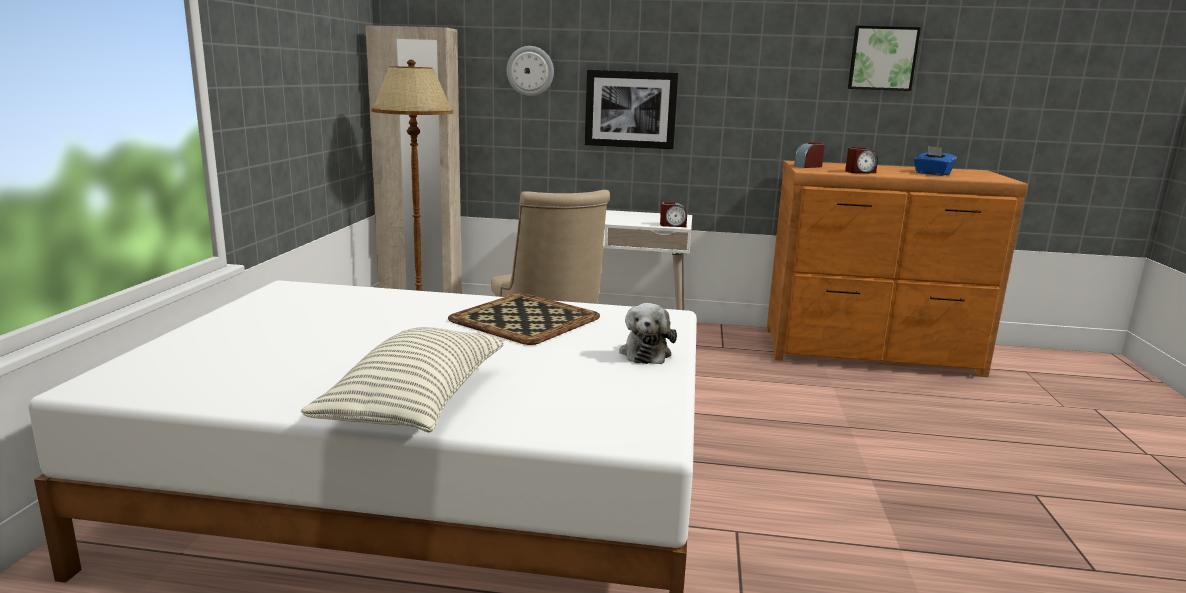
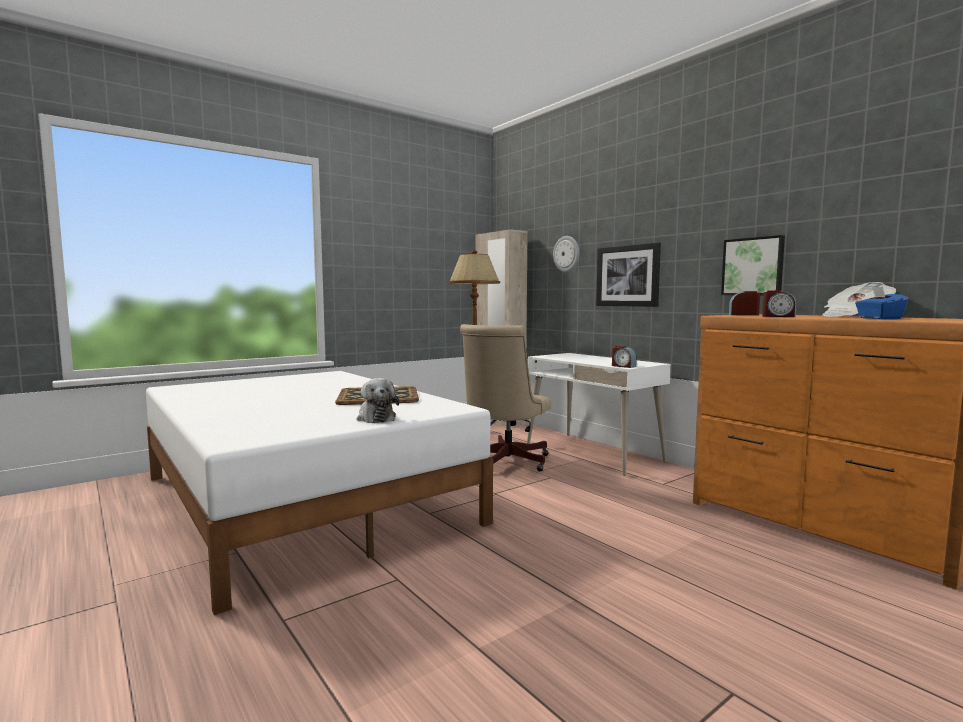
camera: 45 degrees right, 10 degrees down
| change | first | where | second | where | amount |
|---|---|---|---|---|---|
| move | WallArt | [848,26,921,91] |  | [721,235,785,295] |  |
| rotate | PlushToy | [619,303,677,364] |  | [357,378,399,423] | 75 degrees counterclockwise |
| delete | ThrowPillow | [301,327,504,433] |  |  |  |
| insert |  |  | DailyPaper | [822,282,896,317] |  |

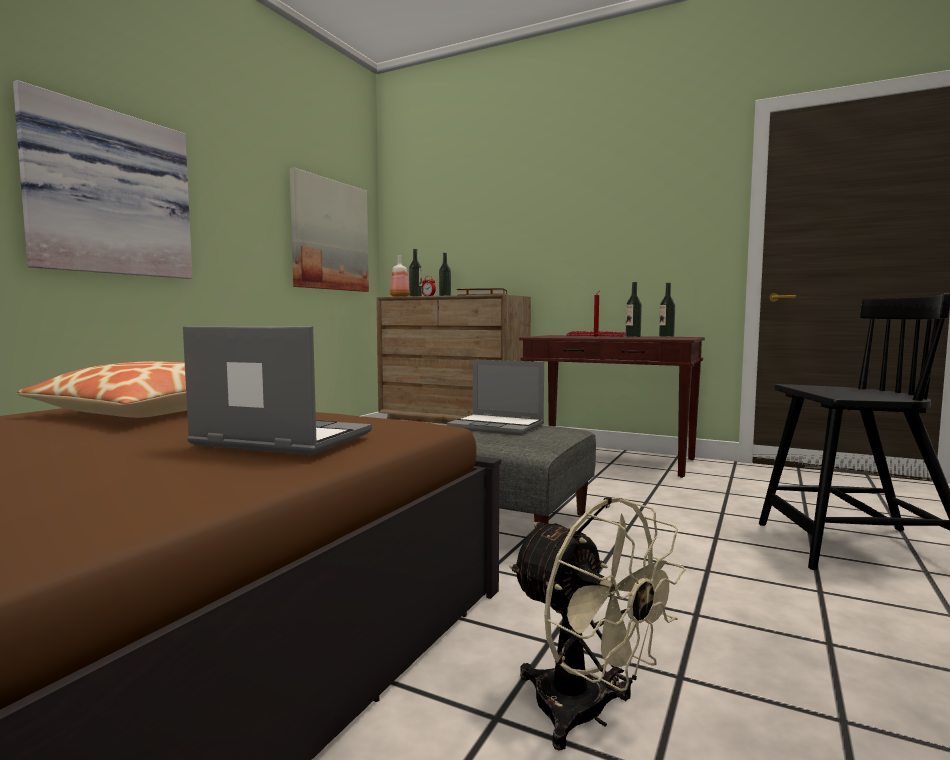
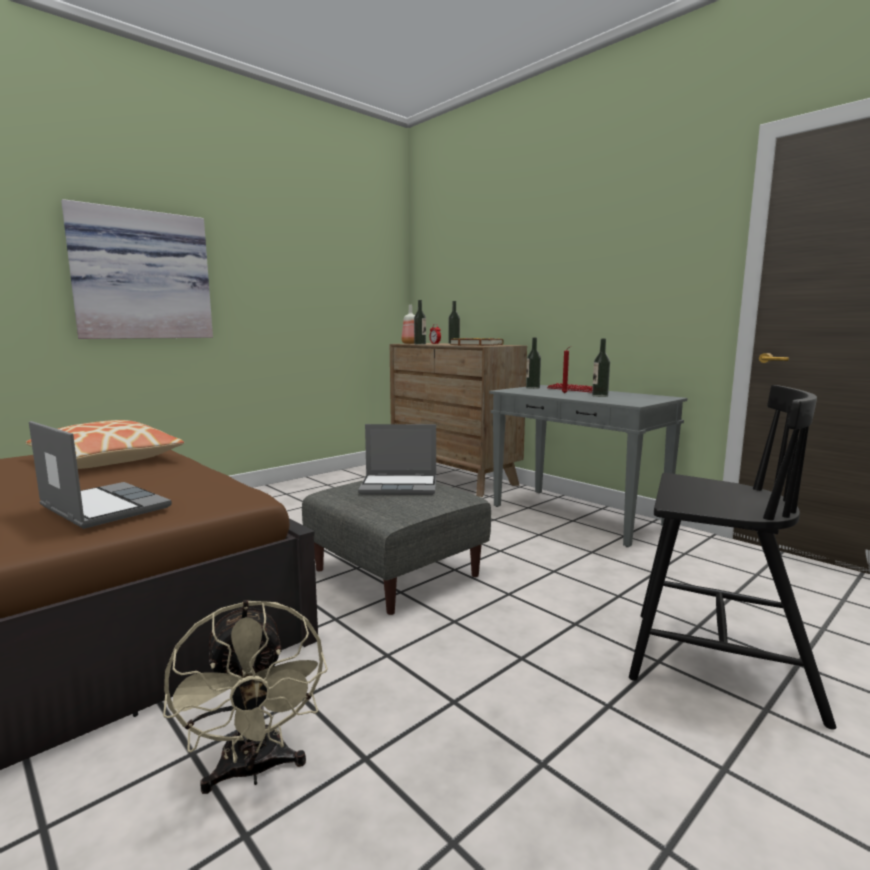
camera: 20 degrees right, 5 degrees up
| change | first | where | second | where | amount |
|---|---|---|---|---|---|
| delete | WallArt | [289,167,369,292] |  |  |  |
| move | DrinkBottle | [659,283,675,337] |  | [526,337,541,389] |  |
| recolor | BrownNarrowTable | [519,335,705,478] | GreyishNarrowTable | [489,385,687,547] |  |
| rotate | Laptop | [447,359,544,435] |  | [358,424,436,495] | 45 degrees counterclockwise |

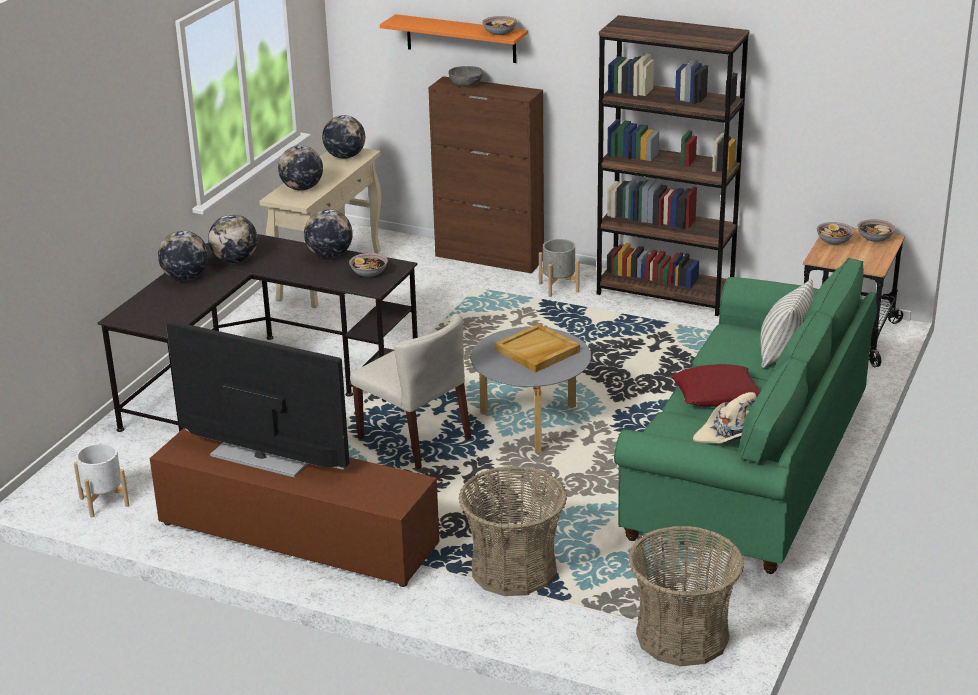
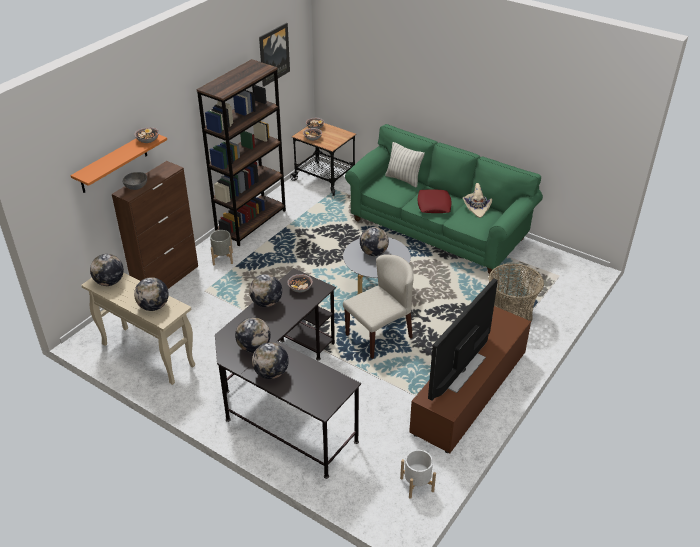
camera: 80 degrees left, 10 degrees up
| change | first | where | second | where | amount |
|---|---|---|---|---|---|
| replace | SandColouredCarryingTray | [495,324,580,373] | WorldGlobe | [360,227,389,256] |  |
| delete | Basket | [628,526,744,666] |  |  |  |
| insert |  |  | WallArt | [259,23,290,87] |  |

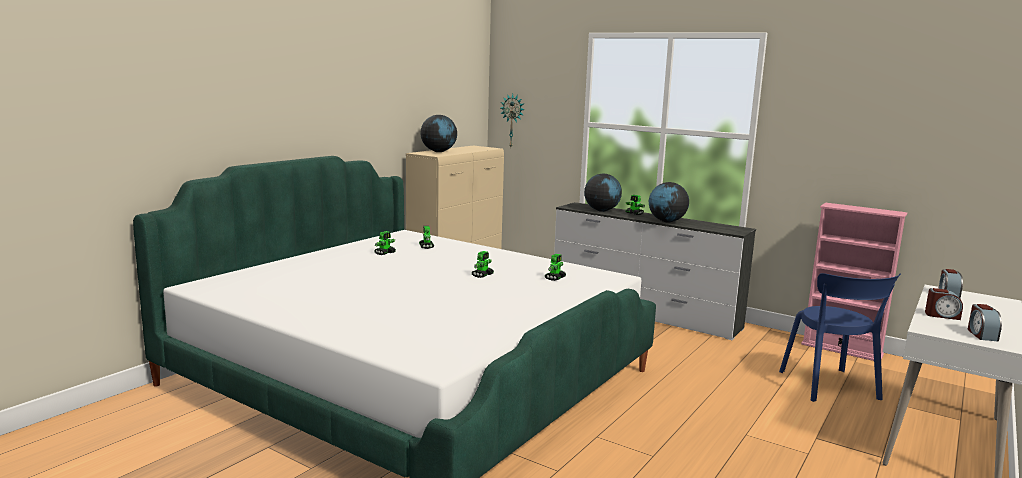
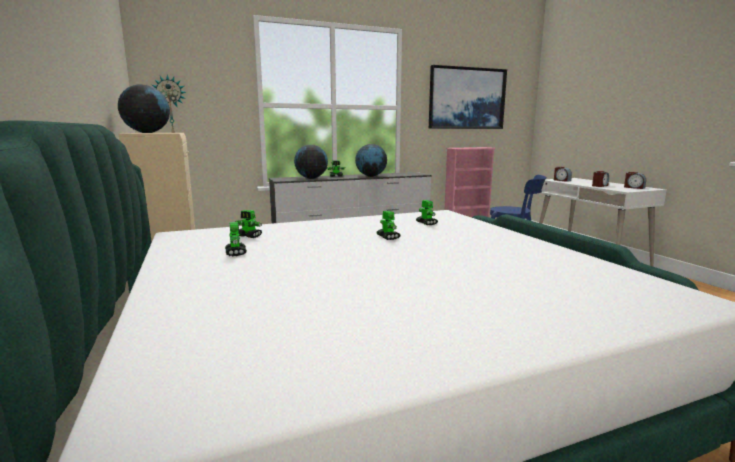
camera: 55 degrees left, 0 degrees up
| change | first | where | second | where | amount |
|---|---|---|---|---|---|
| insert |  |  | WallArt | [429,65,507,129] |  |

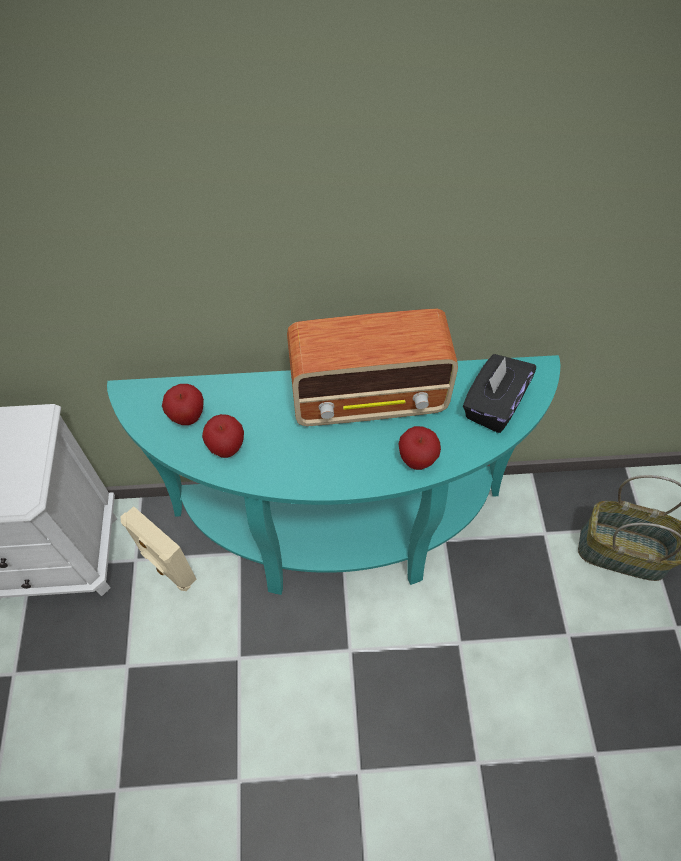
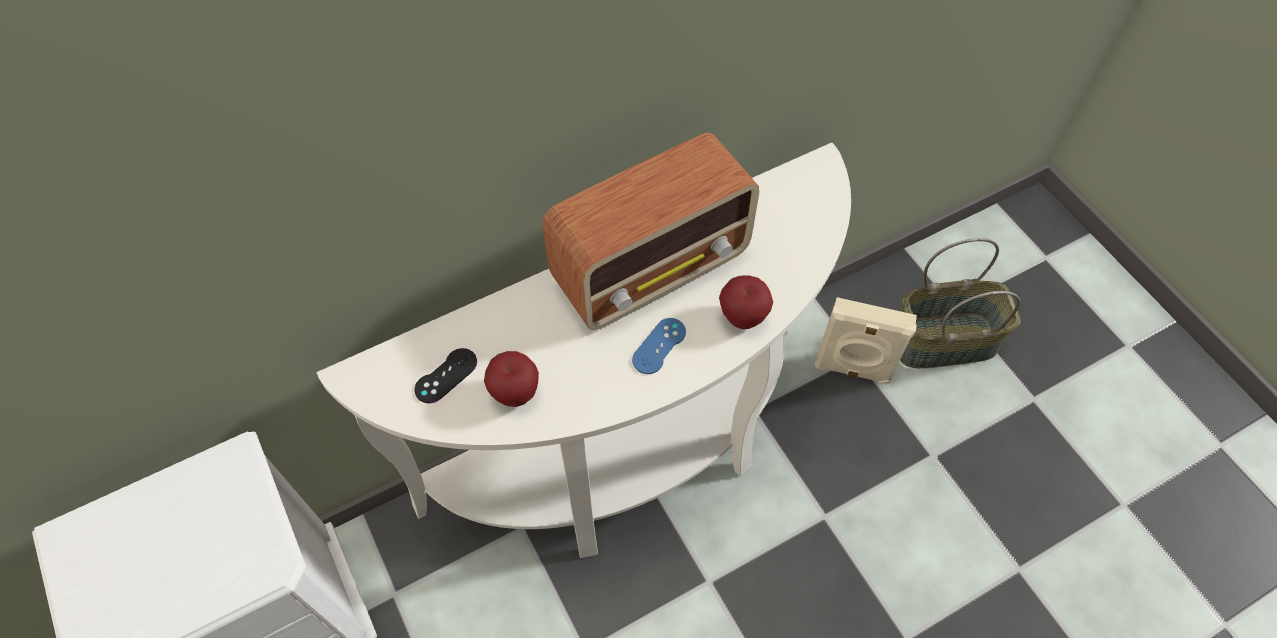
camera: 25 degrees left, 0 degrees up
| change | first | where | second | where | amount |
|---|---|---|---|---|---|
| delete | BlackColouredBoxOfTissues | [463,354,536,433] |  |  |  |
| recolor | BlueGreenNarrowTable | [107,355,560,595] | WhitishNarrowTable | [316,142,851,558] |  |
| replace | AppleFruit | [162,384,204,425] | BlackColouredGameController | [414,348,477,403] |  |
| move | SandColouredLoudspeaker | [120,506,197,591] |  | [815,297,917,384] |  |
| insert |  |  | BlueGameController | [632,318,686,374] |  |

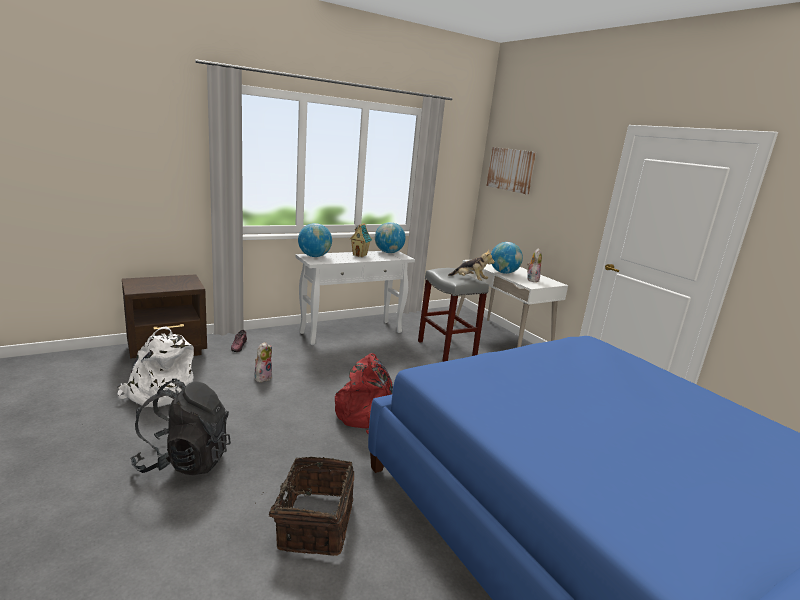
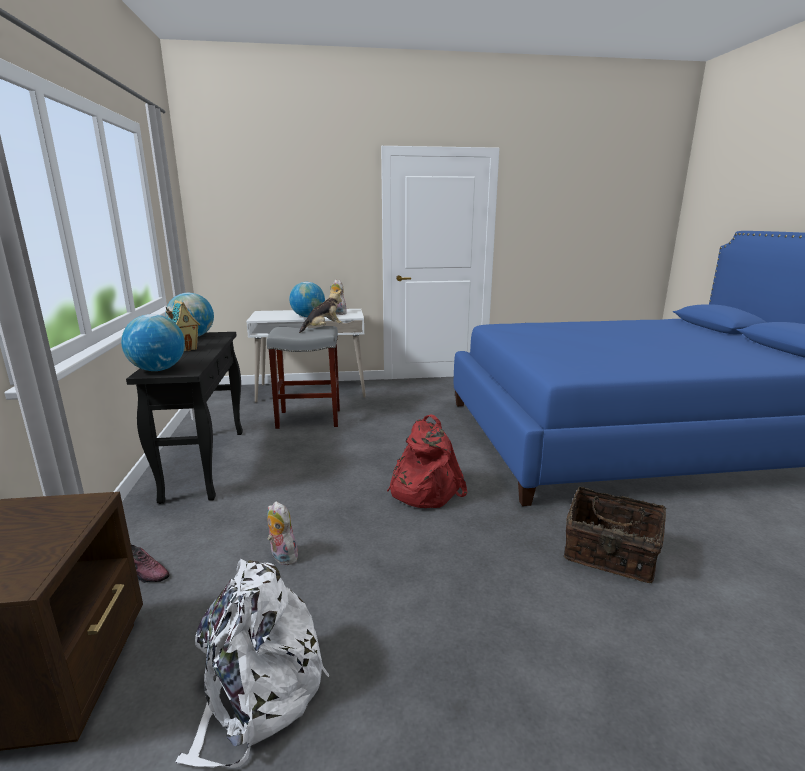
camera: 65 degrees left, 0 degrees up
| change | first | where | second | where | amount |
|---|---|---|---|---|---|
| delete | WallArt | [486,147,536,195] |  |  |  |
| recolor | WhitishNarrowTable | [295,251,415,345] | BlackColouredNarrowTable | [126,332,243,504] |  |
| delete | BlackColouredRucksack | [130,378,231,475] |  |  |  |

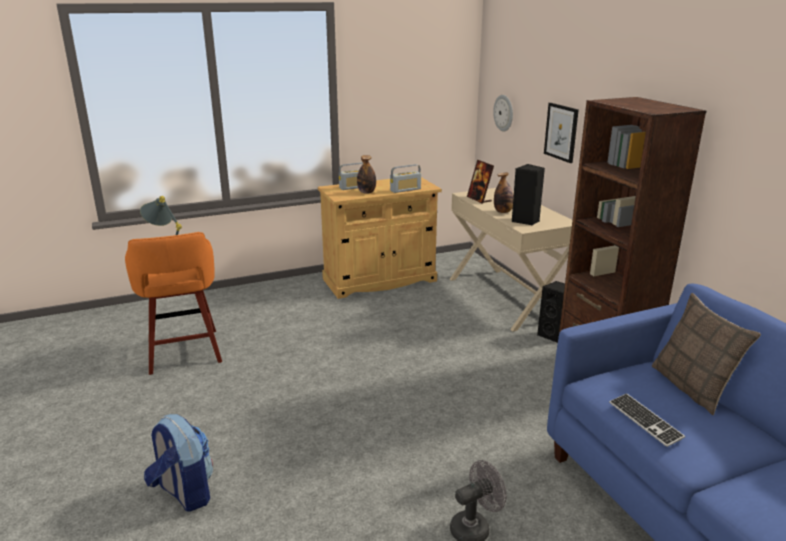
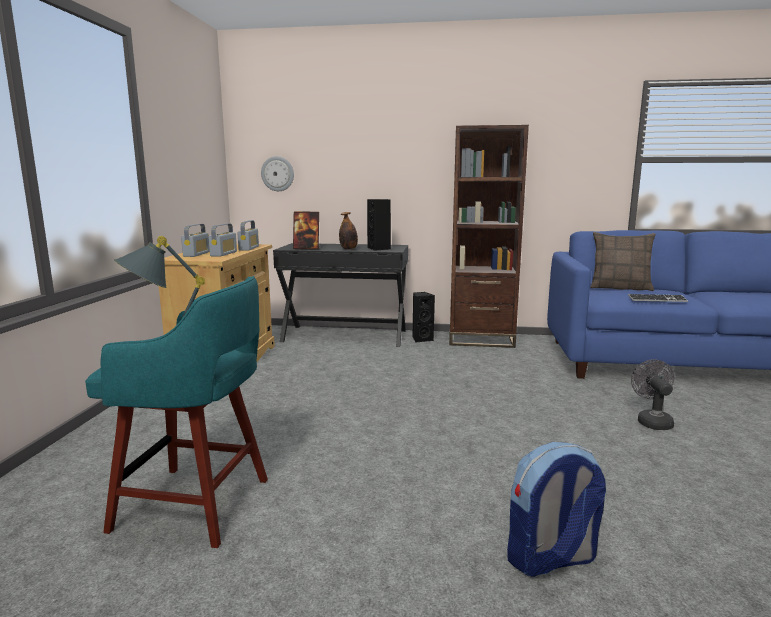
camera: 60 degrees left, 10 degrees down
| change | first | where | second | where | amount |
|---|---|---|---|---|---|
| delete | WallArt | [544,103,579,163] |  |  |  |
| replace | DrinkBottle | [357,155,376,194] | RadioSet | [208,224,237,257] |  |
| recolor | SandColouredDesk | [450,188,572,332] | BlackColouredDesk | [273,243,408,347] |  |
| recolor | OrangeStool | [125,232,222,375] | BlueGreenStool | [85,276,268,548] |  |

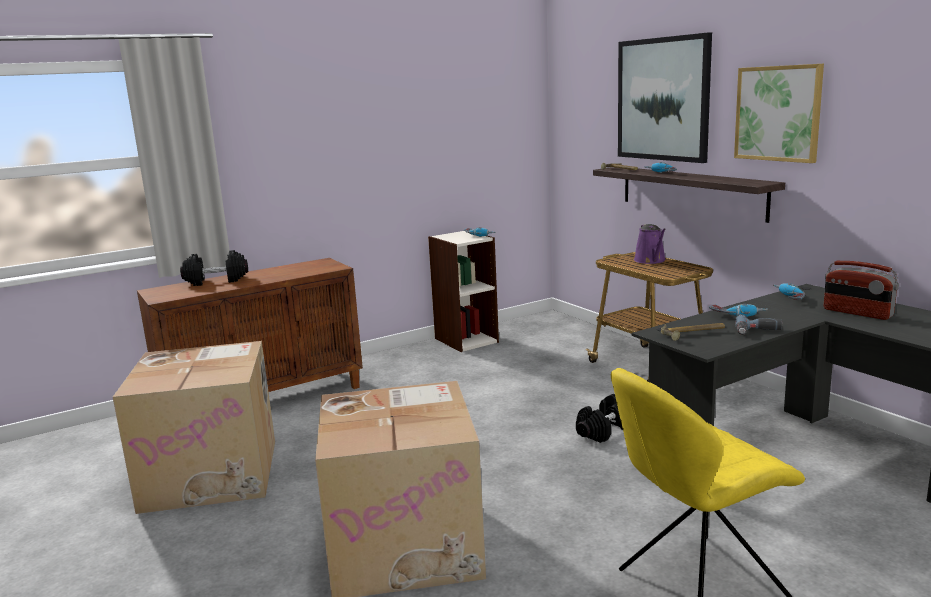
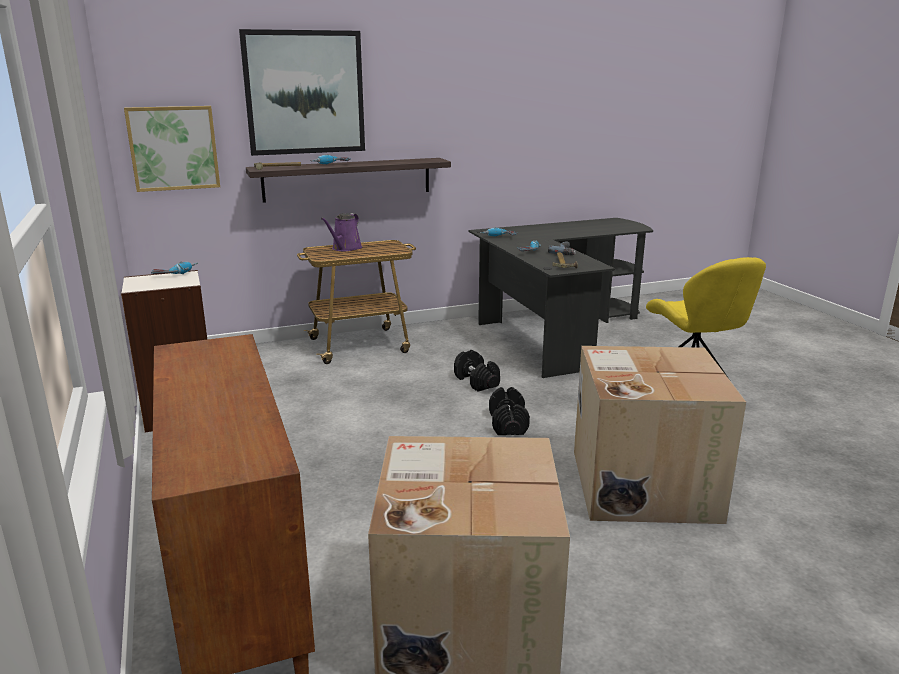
camera: 80 degrees left, 5 degrees up
| change | first | where | second | where | amount |
|---|---|---|---|---|---|
| move | WallArt | [734,64,824,163] |  | [124,106,220,192] |  |
| rotate | PurplishWateringPot | [634,224,666,264] |  | [321,213,362,251] | 105 degrees clockwise |
| move | BlackColouredDumbbell | [180,250,248,286] |  | [489,387,530,435] |  |
| delete | RadioSet | [824,261,899,320] |  |  |  |

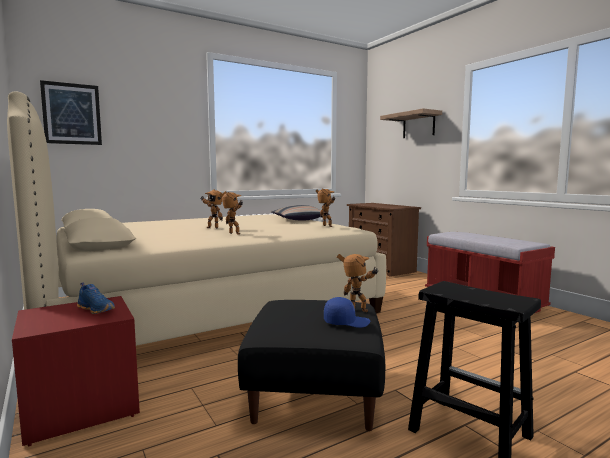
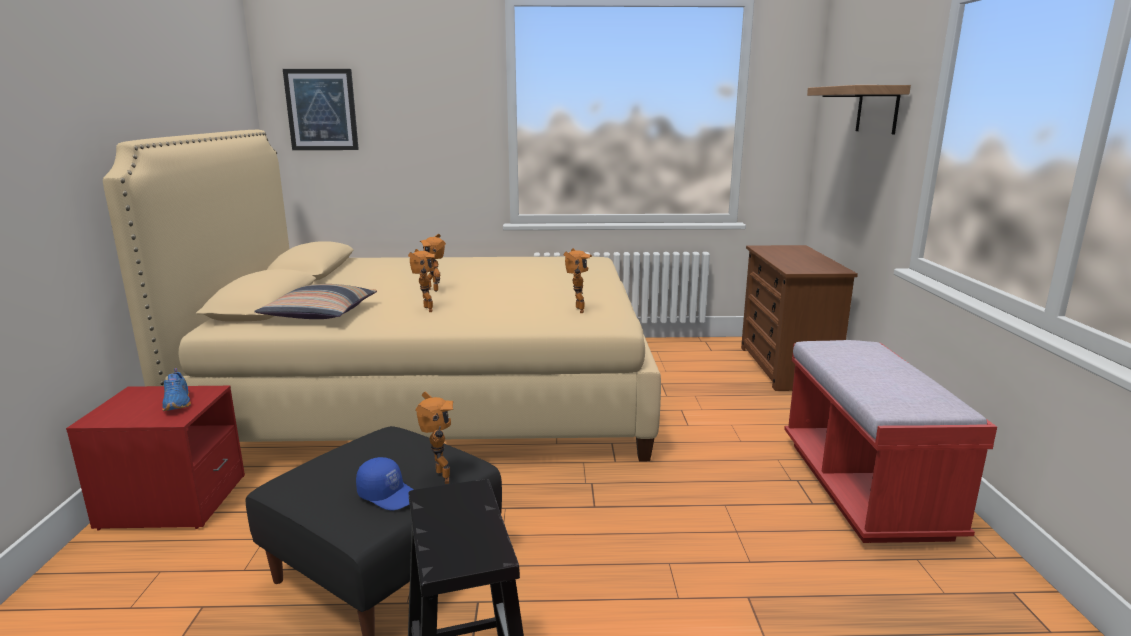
camera: 30 degrees right, 10 degrees up
| change | first | where | second | where | amount |
|---|---|---|---|---|---|
| move | ThrowPillow | [271,205,329,220] |  | [254,284,377,319] |  |

